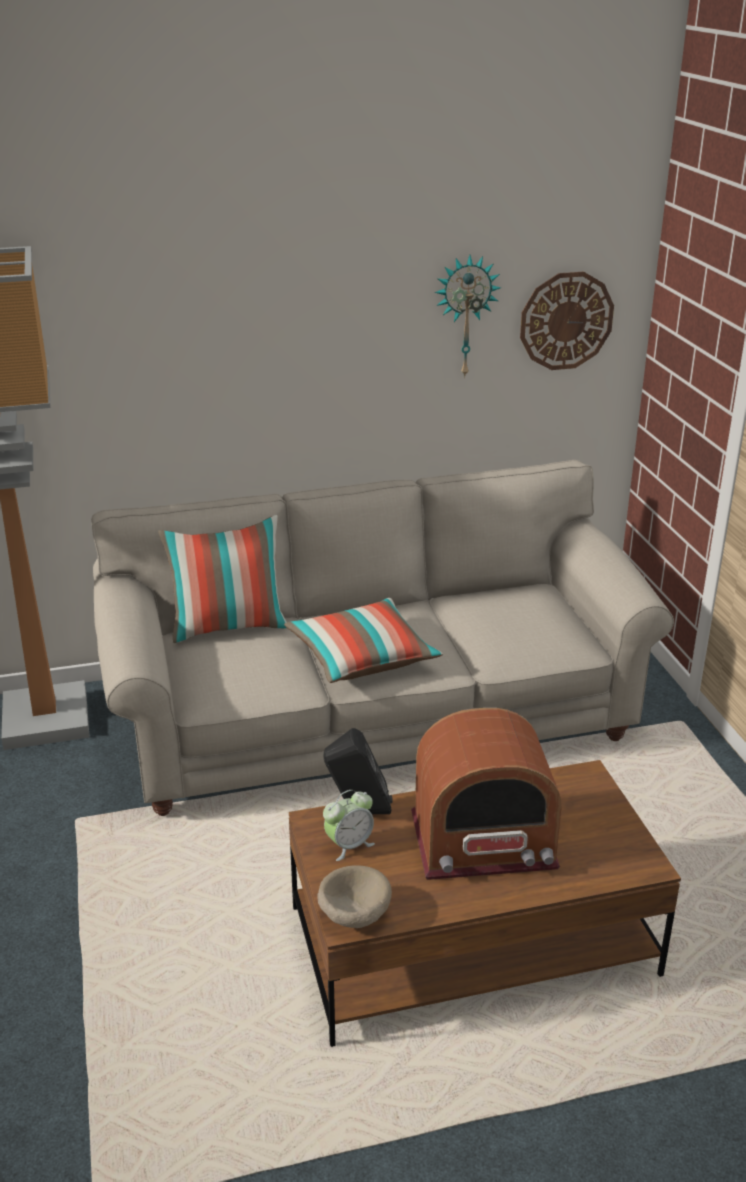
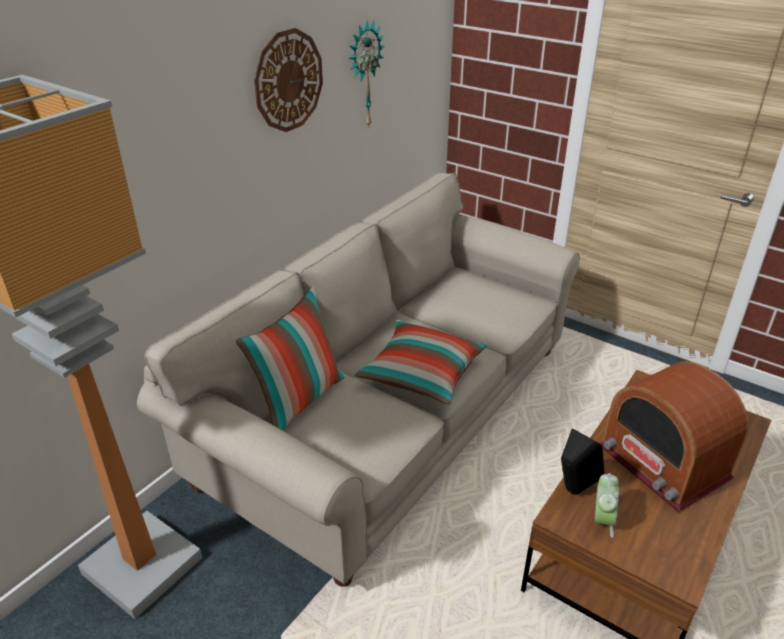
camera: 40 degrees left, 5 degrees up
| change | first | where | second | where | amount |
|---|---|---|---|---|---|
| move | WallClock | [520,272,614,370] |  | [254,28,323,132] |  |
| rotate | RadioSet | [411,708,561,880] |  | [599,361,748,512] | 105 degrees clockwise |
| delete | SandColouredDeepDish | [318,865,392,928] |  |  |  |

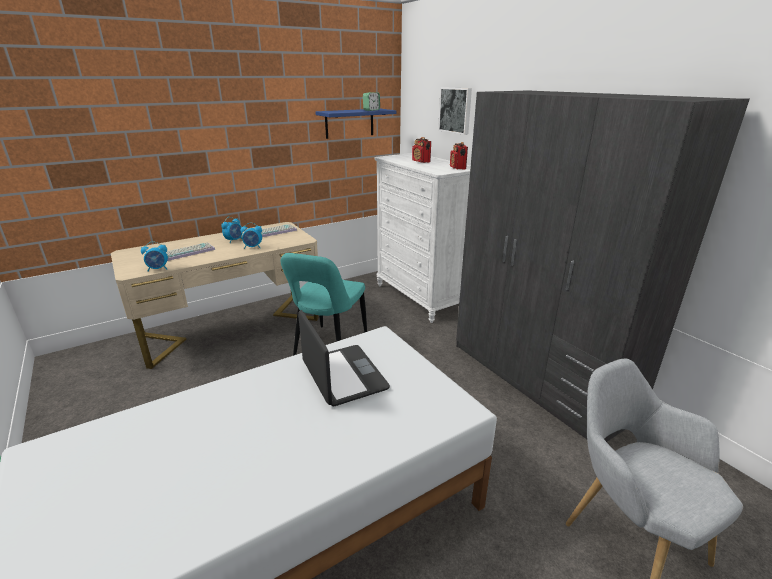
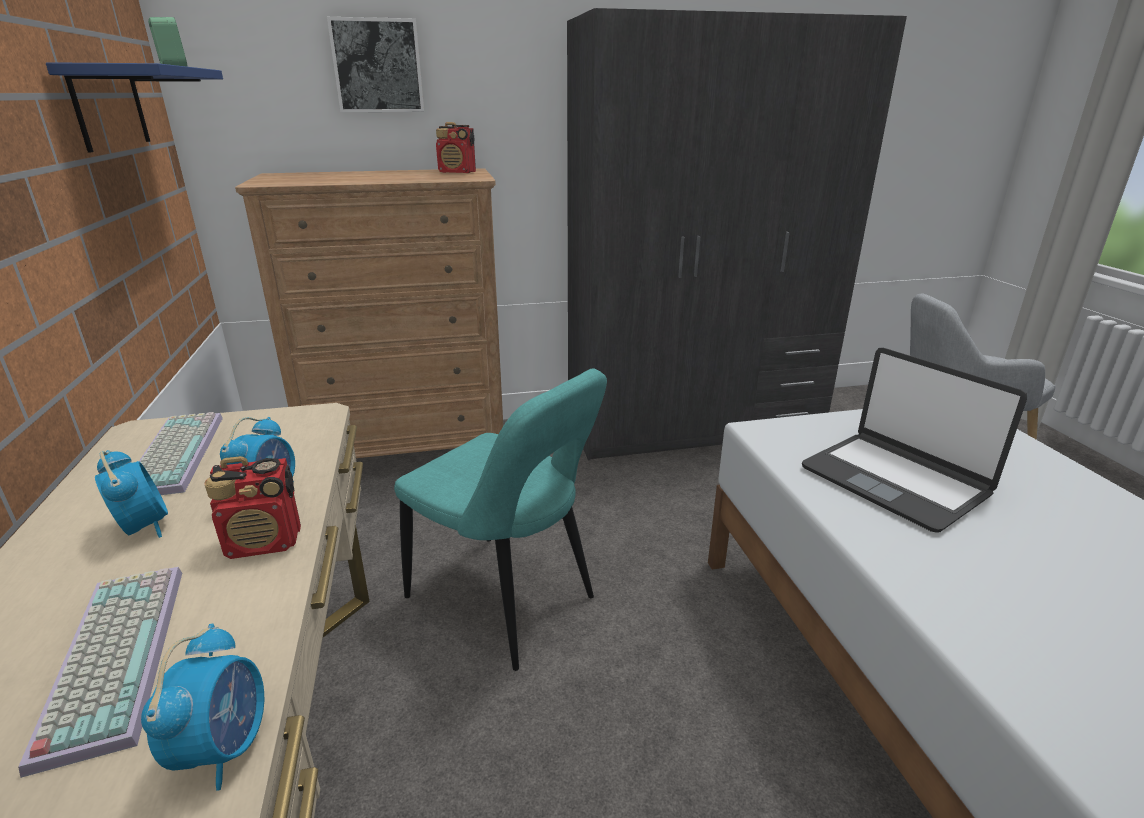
camera: 70 degrees left, 0 degrees up
| change | first | where | second | where | amount |
|---|---|---|---|---|---|
| move | RadioSet | [412,137,431,163] |  | [204,456,301,559] |  |
| recolor | WhitishChestOfDrawers | [375,153,471,323] | BrownChestOfDrawers | [235,168,504,458] |  |
| rotate | Laptop | [298,310,390,406] |  | [802,348,1027,533] | 120 degrees counterclockwise |

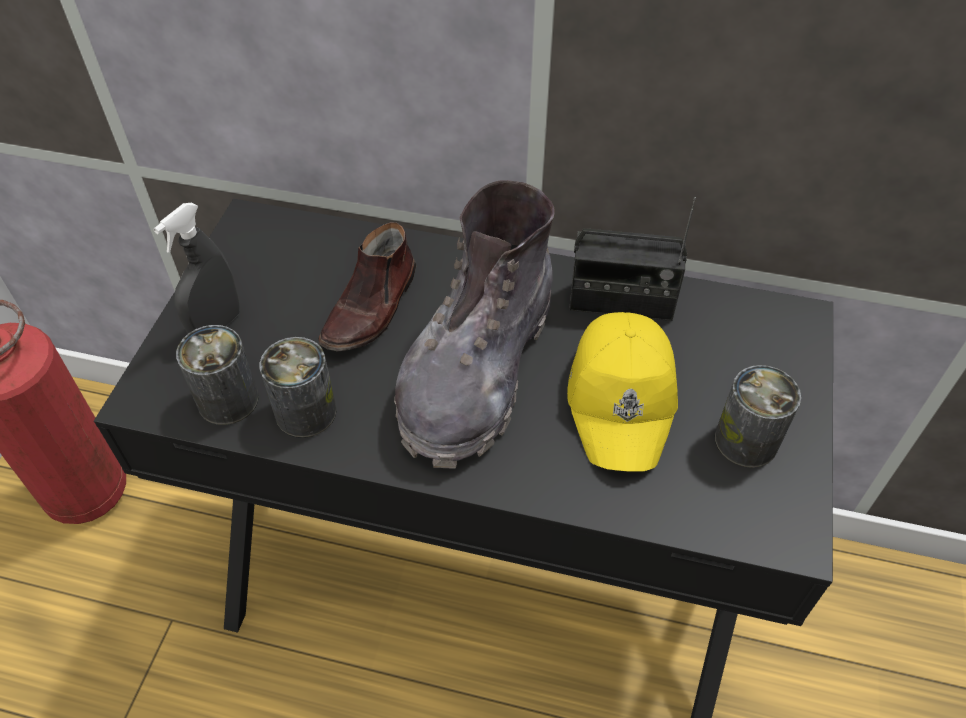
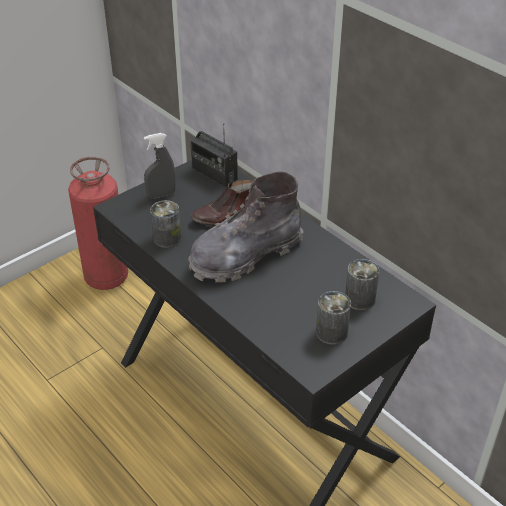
camera: 35 degrees right, 10 degrees down
| change | first | where | second | where | amount |
|---|---|---|---|---|---|
| move | RadioSet | [569,197,696,321] |  | [190,123,238,187] |  |
| delete | YellowishBaseballCap | [567,312,678,472] |  |  |  |
| move | MetalCan | [176,325,259,425] |  | [345,259,379,310] |  |

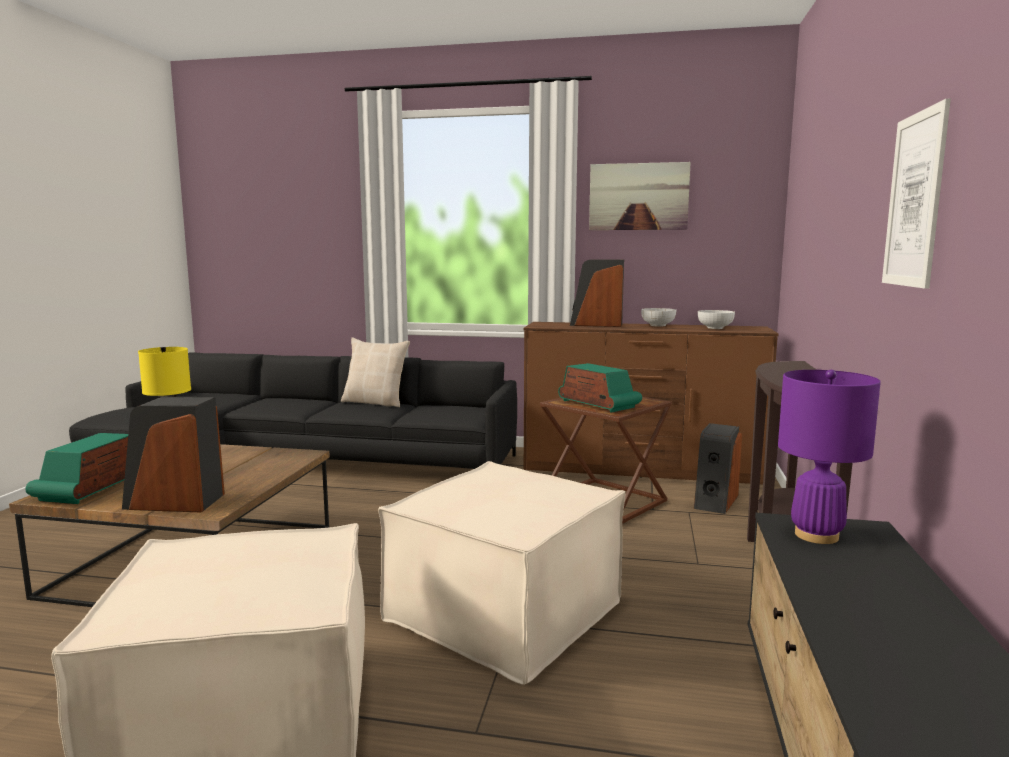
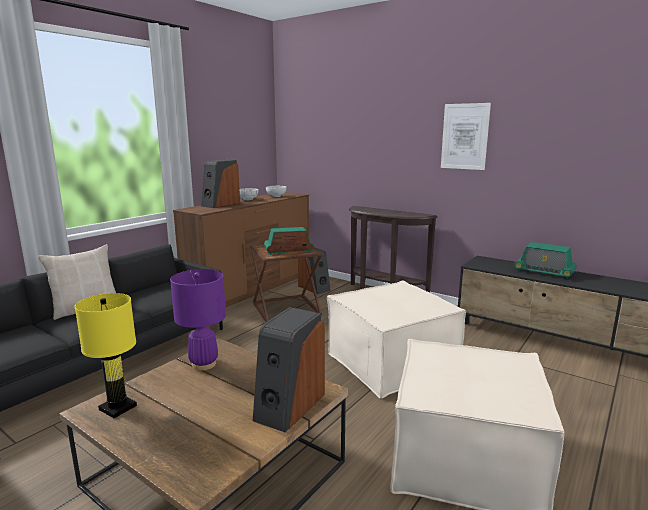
camera: 65 degrees left, 5 degrees up
| change | first | where | second | where | amount |
|---|---|---|---|---|---|
| delete | WallArt | [589,162,691,230] |  |  |  |
| move | PurplishTableLamp | [778,370,881,544] |  | [170,269,226,371] |  |
| move | RadioSet | [25,433,128,504] |  | [514,242,577,279] |  |

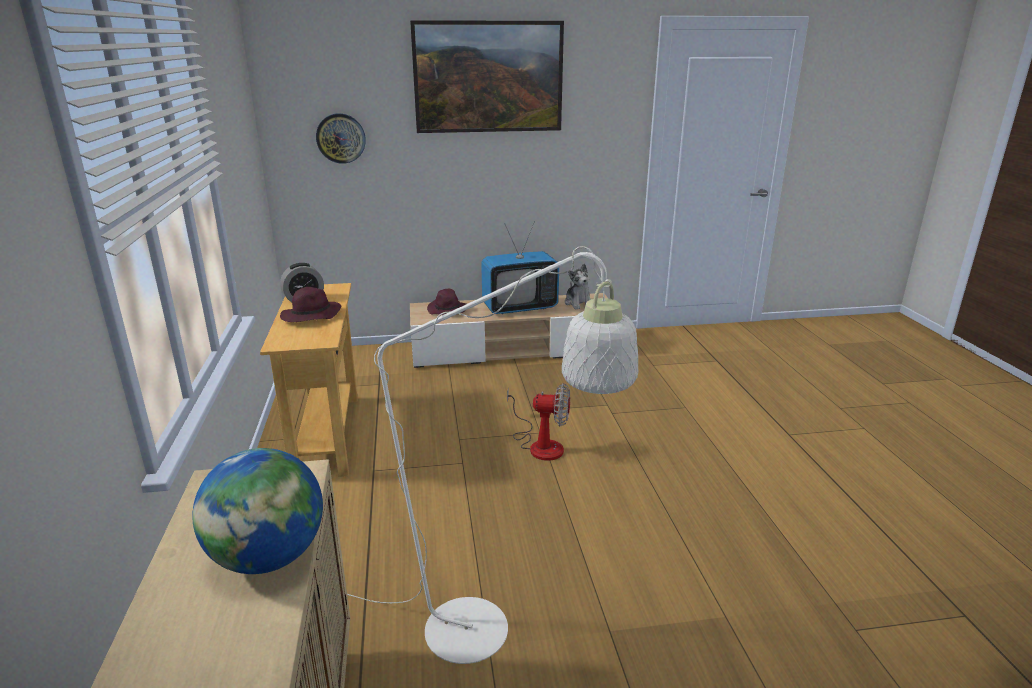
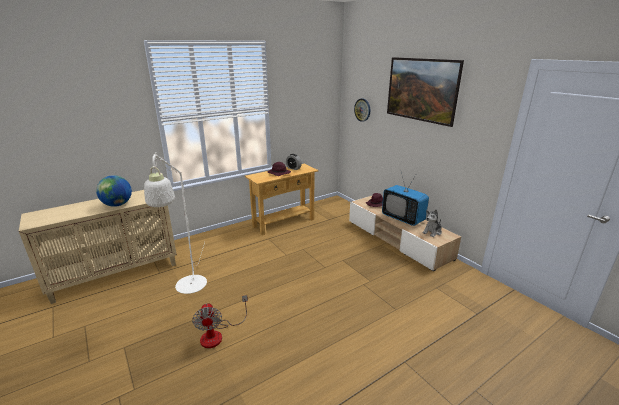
camera: 65 degrees right, 0 degrees up
| change | first | where | second | where | amount |
|---|---|---|---|---|---|
| move | CoolingFan | [507,383,570,461] |  | [192,295,248,348] |  |

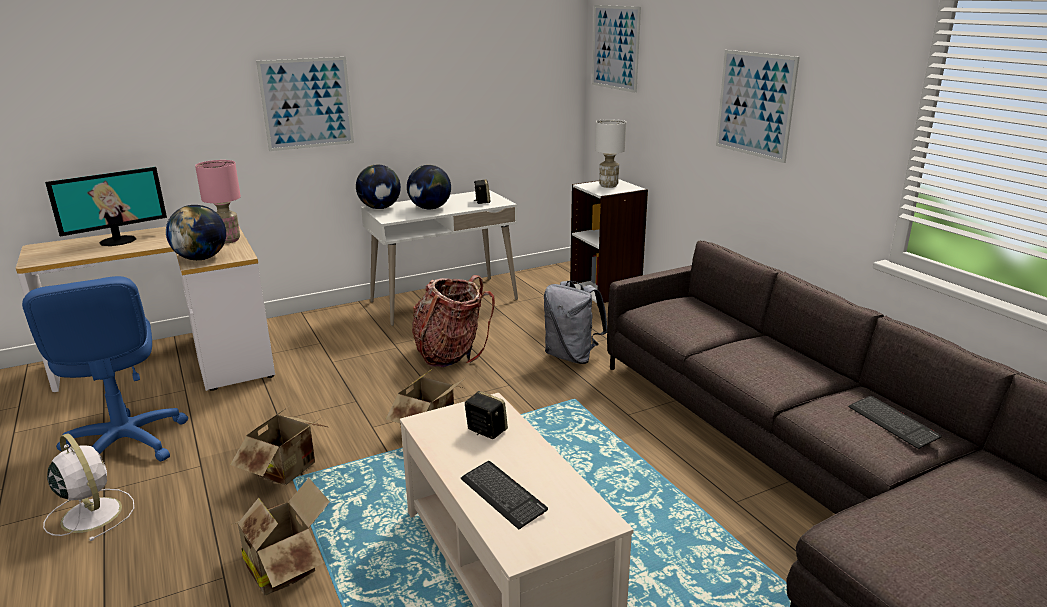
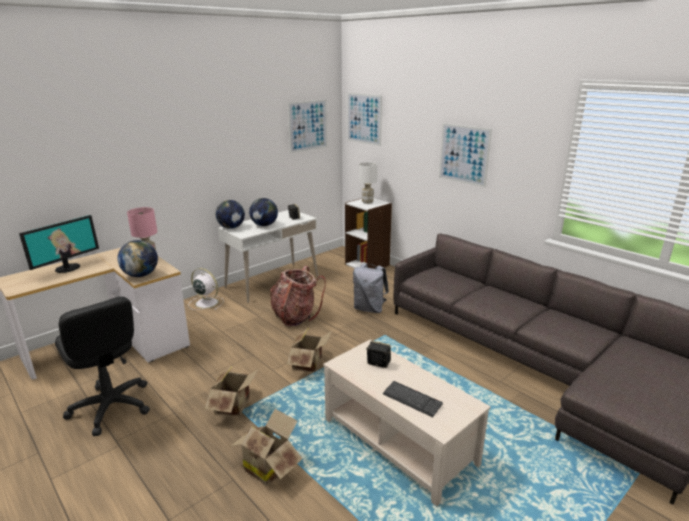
camera: 15 degrees left, 0 degrees up
| change | first | where | second | where | amount |
|---|---|---|---|---|---|
| move | WallArt | [256,57,354,151] |  | [288,99,327,153] |  |
| recolor | BlueComputerChair | [22,276,188,461] | BlackColouredComputerChair | [55,296,150,436] |  |
| delete | PcKeyboard | [848,396,942,449] |  |  |  |
| move | WhitishCoolingFan | [43,433,134,541] |  | [188,268,224,310] |  |

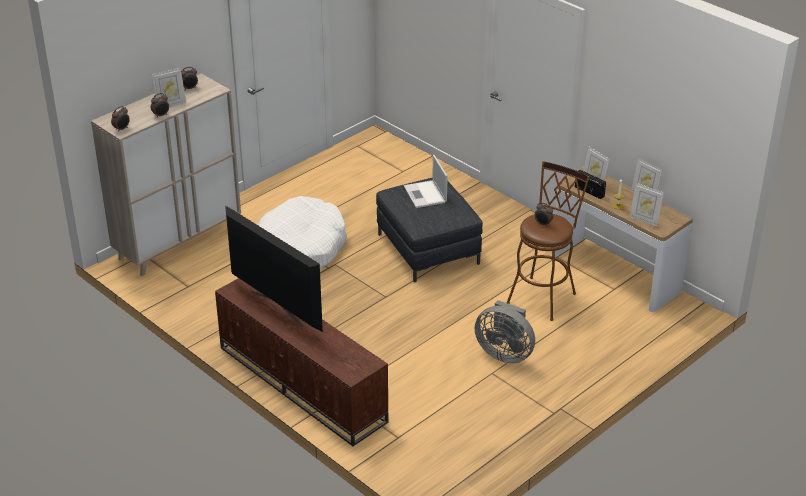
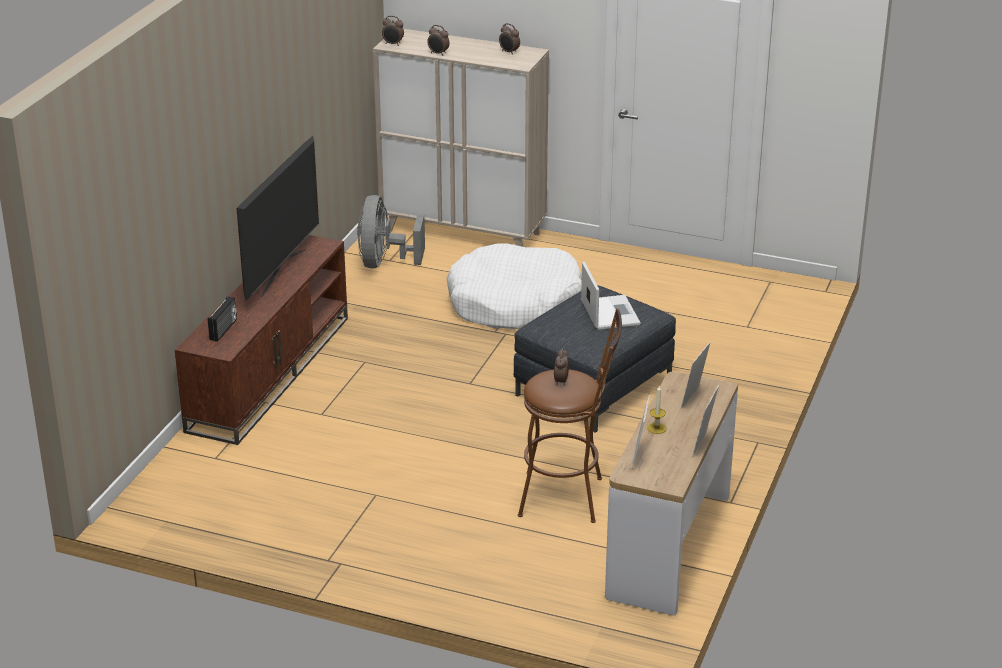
camera: 65 degrees right, 5 degrees down
| change | first | where | second | where | amount |
|---|---|---|---|---|---|
| delete | StandingFrame | [152,68,186,107] |  |  |  |
| rotate | Laptop | [404,155,448,208] |  | [581,262,641,330] | 120 degrees clockwise |
| move | RadioSet | [575,170,606,199] |  | [208,296,237,342] |  |
| move | GreyishCoolingFan | [475,300,535,363] |  | [357,195,425,268] |  |

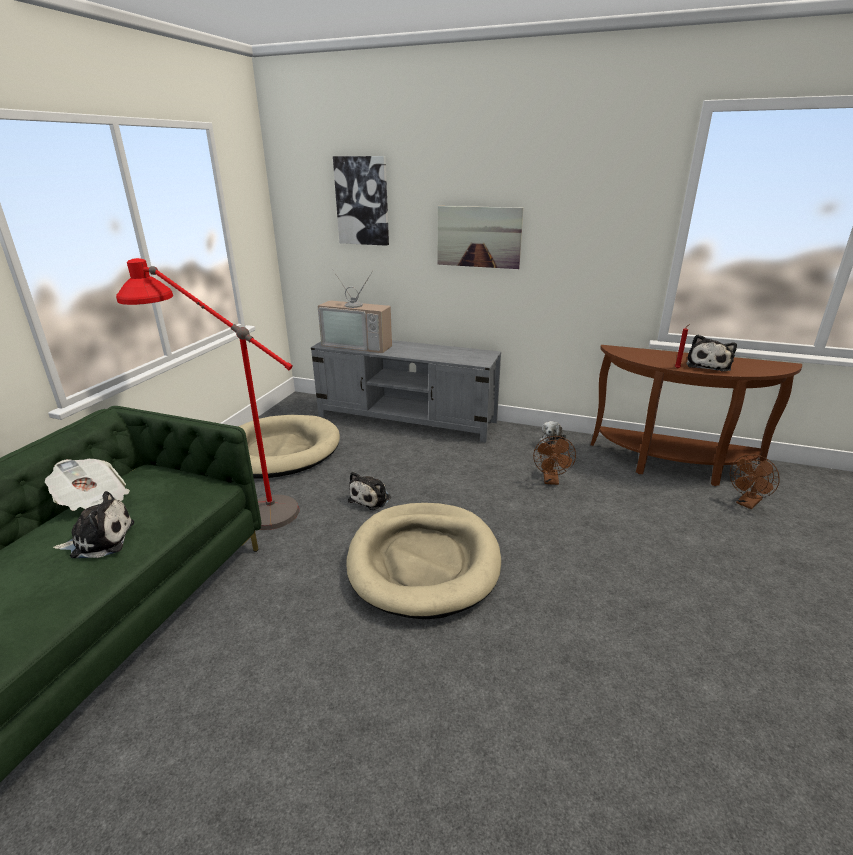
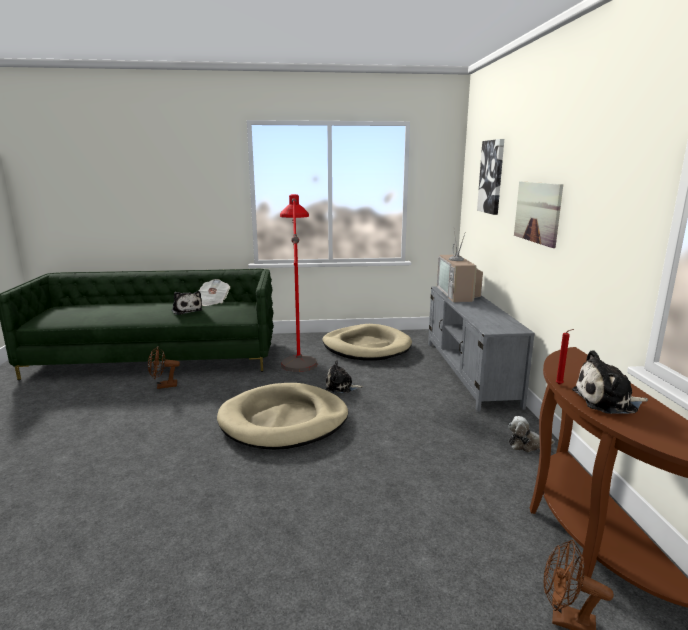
camera: 65 degrees right, 10 degrees down
| change | first | where | second | where | amount |
|---|---|---|---|---|---|
| move | BrownCoolingFan | [533,436,576,485] |  | [148,346,180,389] |  |

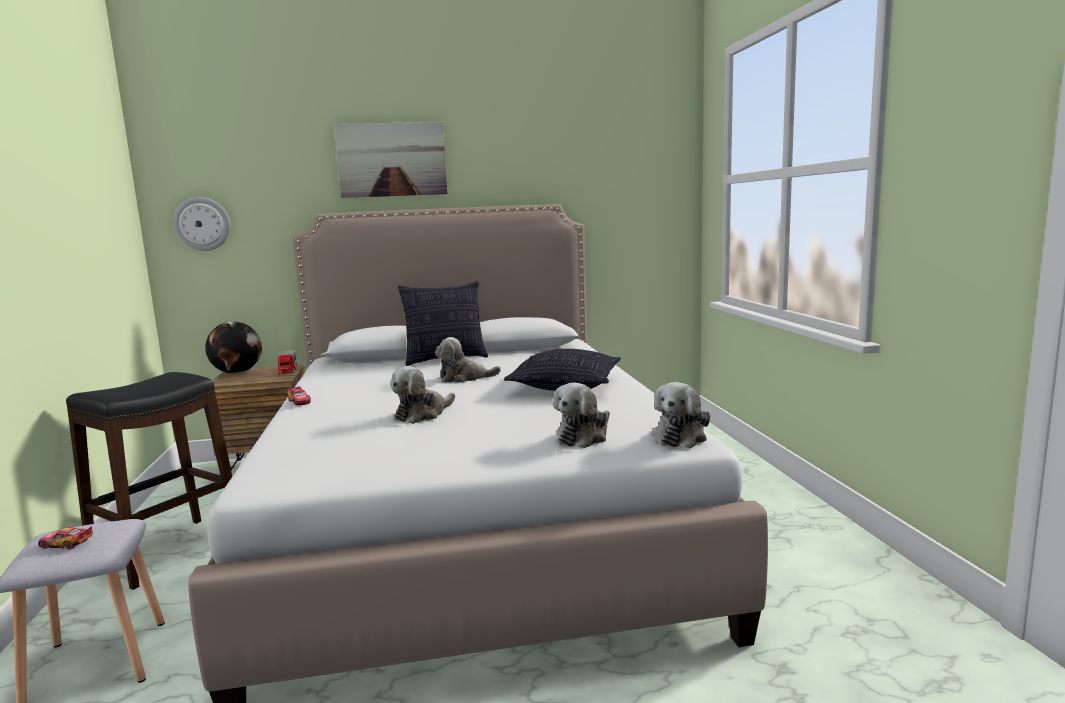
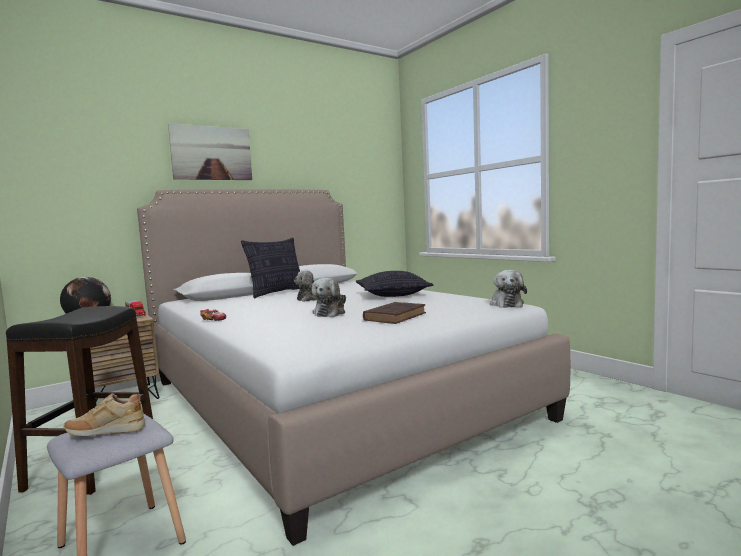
camera: 25 degrees left, 5 degrees down
| change | first | where | second | where | amount |
|---|---|---|---|---|---|
| delete | WallClock | [174,197,230,251] |  |  |  |
| delete | PlushToy | [553,383,610,448] |  |  |  |
| replace | ToyCar | [38,526,93,550] | SandColouredLowShoe | [64,394,145,436] |  |
| insert |  |  | BrownBoundBook | [363,302,426,324] |  |

